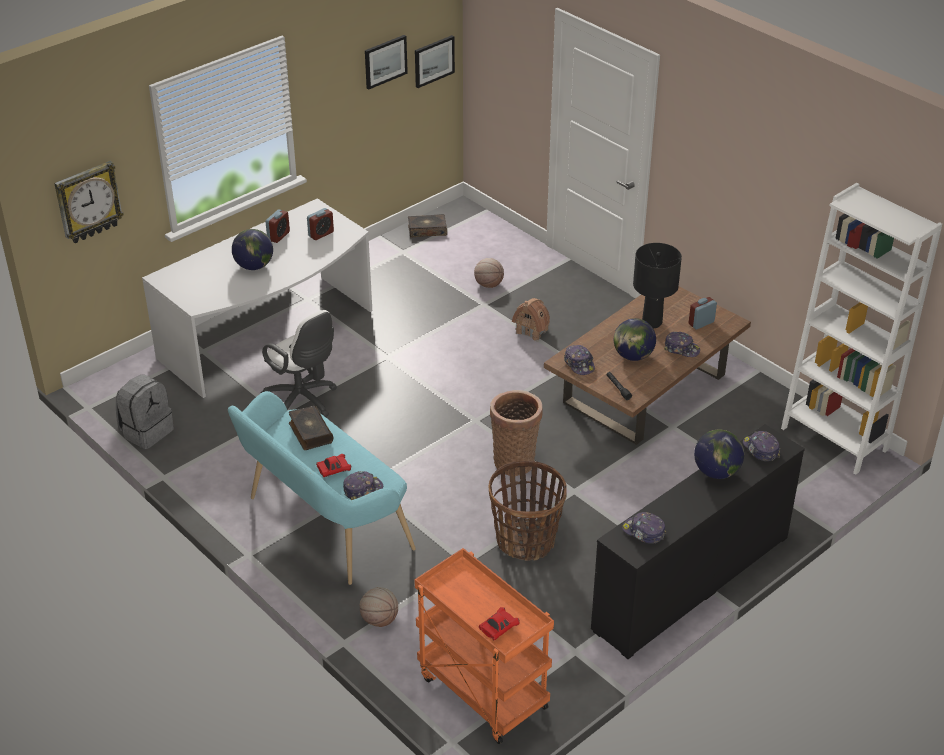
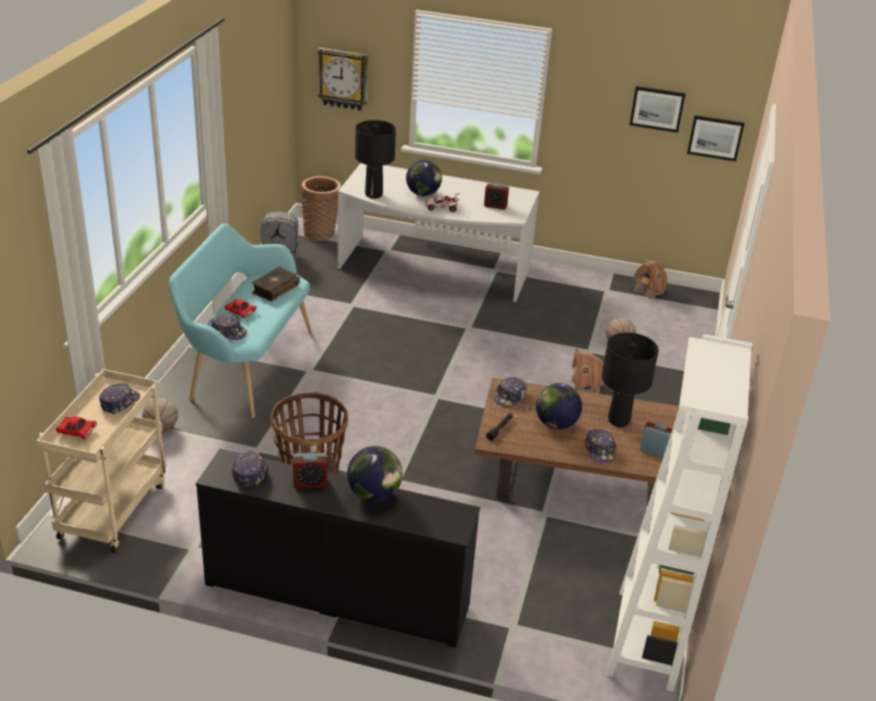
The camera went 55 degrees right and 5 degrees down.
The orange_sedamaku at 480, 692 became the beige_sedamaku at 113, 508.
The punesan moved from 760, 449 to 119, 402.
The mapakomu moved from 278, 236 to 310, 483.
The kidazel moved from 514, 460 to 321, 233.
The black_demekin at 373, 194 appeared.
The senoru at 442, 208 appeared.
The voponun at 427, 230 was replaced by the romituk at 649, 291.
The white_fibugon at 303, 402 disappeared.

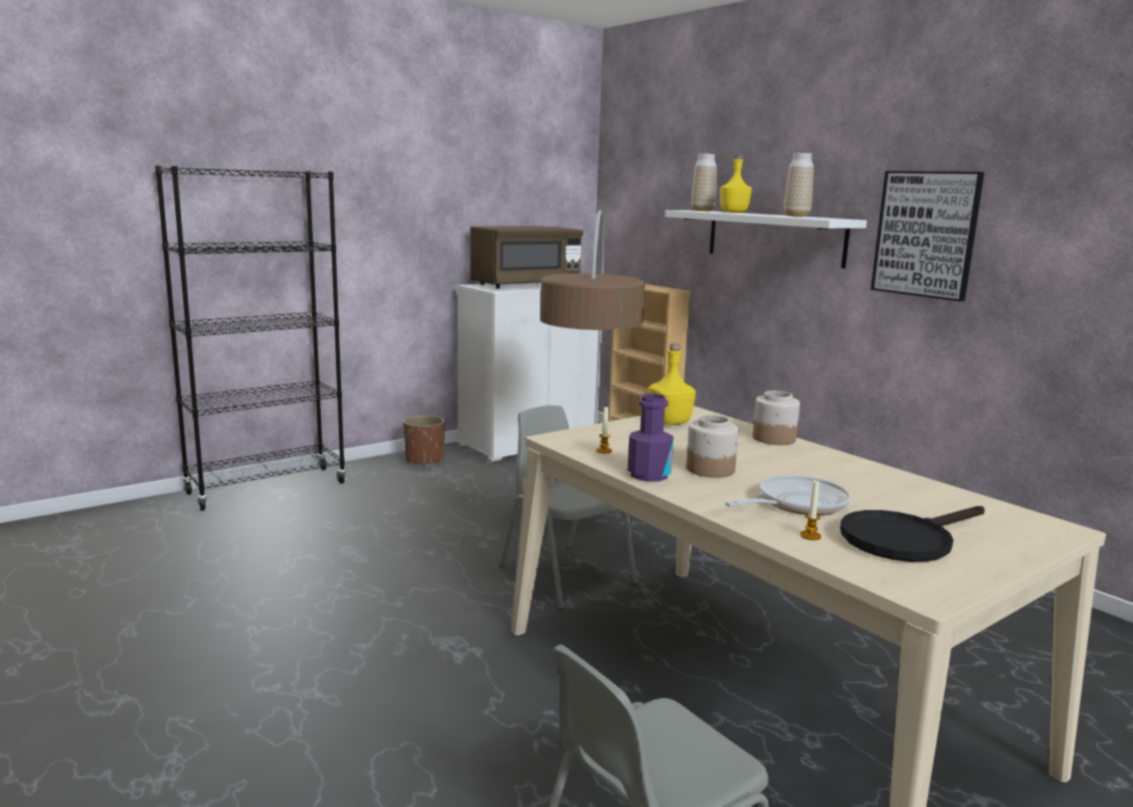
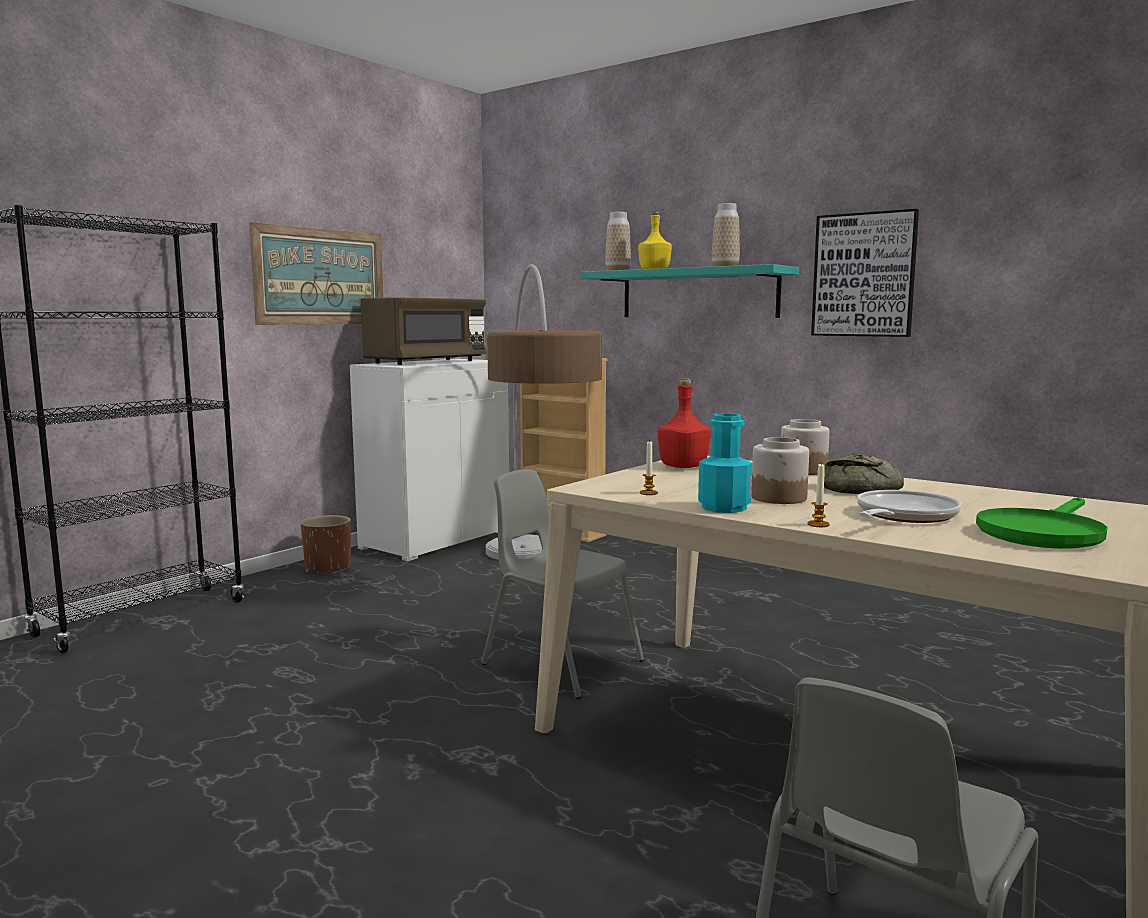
The camera went 15 degrees left and 5 degrees down.
The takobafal at 320, 277 appeared.
The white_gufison at 774, 237 became the turquoise_gufison at 698, 294.
The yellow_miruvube at 670, 422 became the red_miruvube at 684, 467.
The purple_miruvube at 649, 475 became the turquoise_miruvube at 724, 507.
The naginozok moved from 810, 536 to 818, 524.
The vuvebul at 861, 489 appeared.
The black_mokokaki at 904, 539 became the green_mokokaki at 1043, 532.

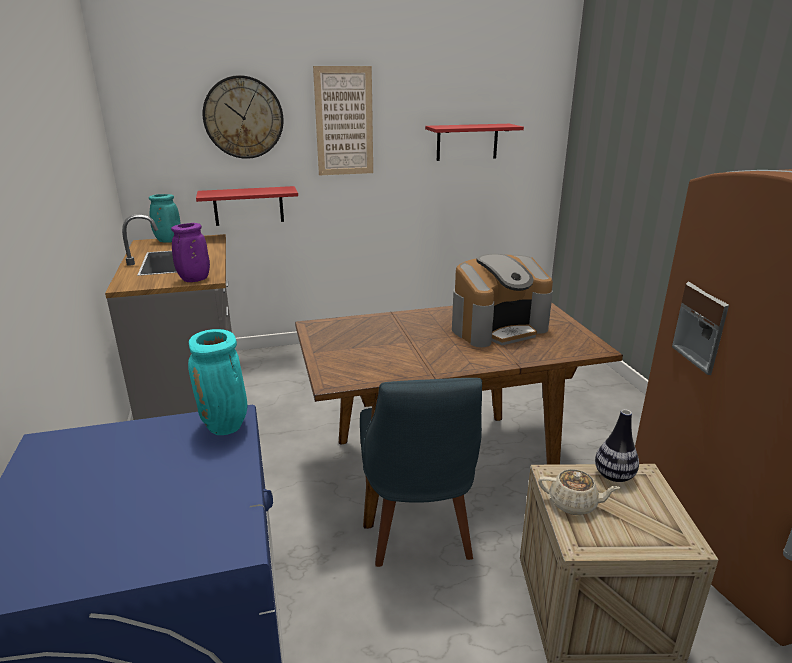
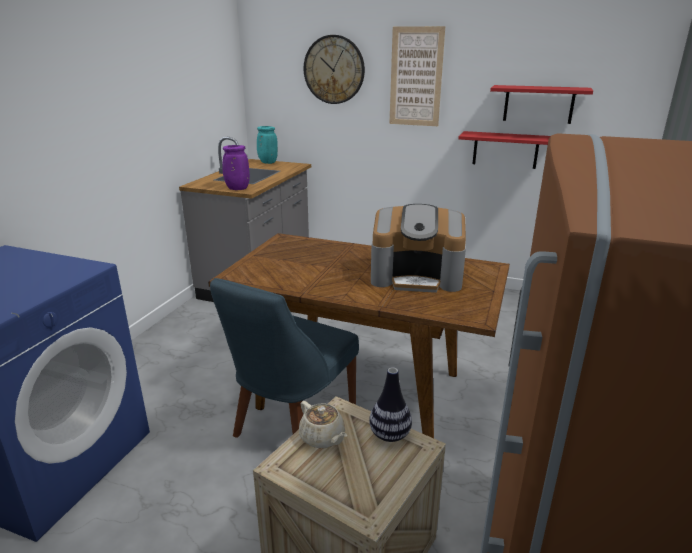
The camera went 35 degrees right and 0 degrees up.
The red_gufison moved from 248, 206 to 505, 150.
The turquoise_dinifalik at 226, 426 disappeared.

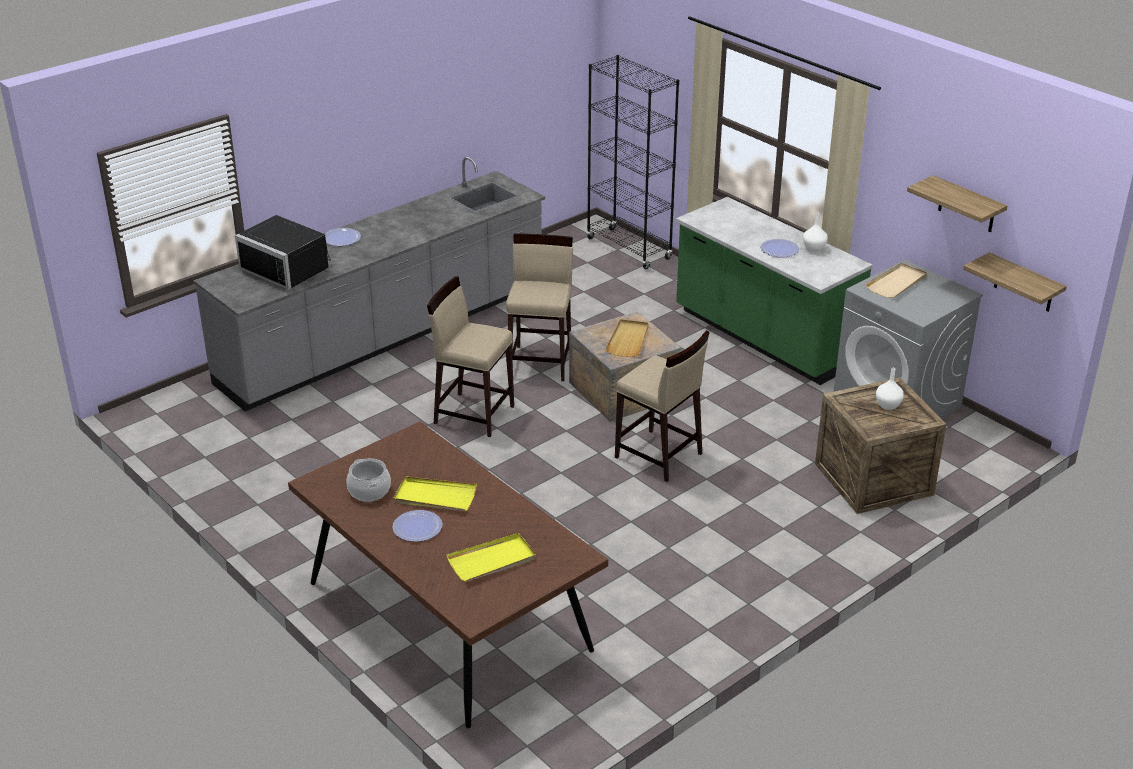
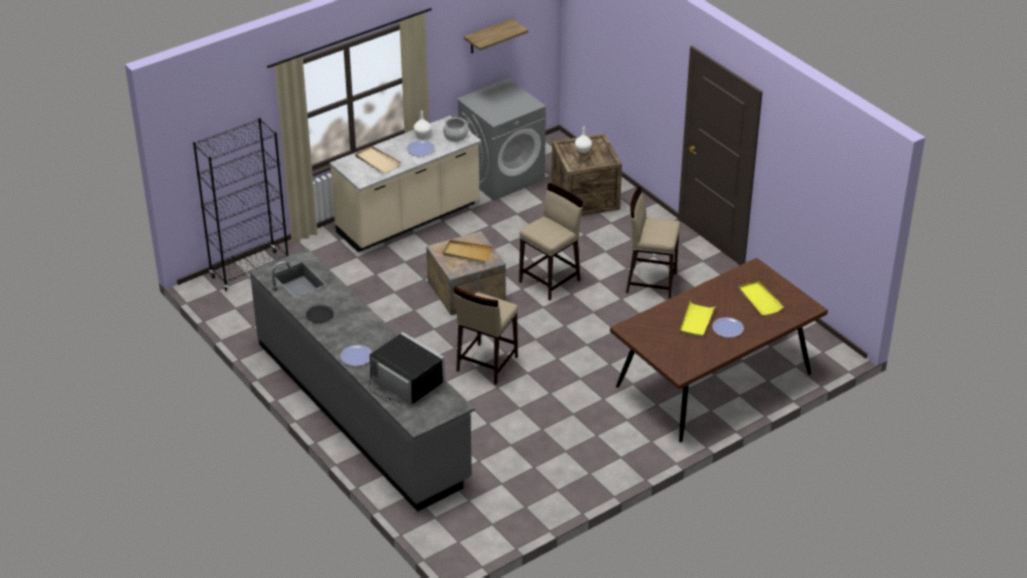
The camera went 85 degrees left and 5 degrees up.
The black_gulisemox at 319, 315 appeared.
The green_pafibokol at 763, 339 became the beige_pafibokol at 409, 220.
The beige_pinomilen moved from 896, 283 to 377, 161.
The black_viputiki at 289, 268 turned 90 degrees counterclockwise.
The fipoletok moved from 369, 491 to 455, 136.
The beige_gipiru moved from 541, 363 to 651, 282.
The gufison at 1024, 283 disappeared.

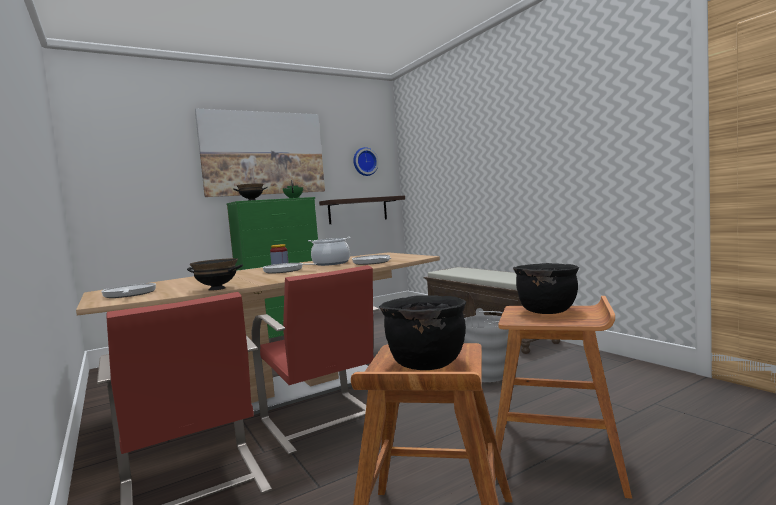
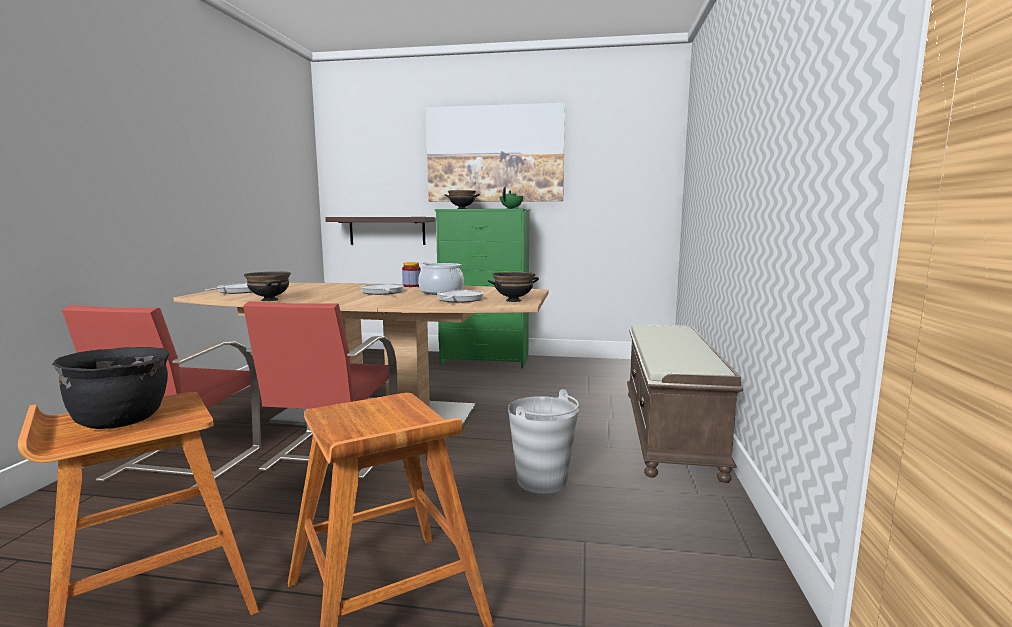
The camera went 40 degrees right and 5 degrees up.
The gufison moved from 358, 210 to 387, 230.
The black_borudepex at 513, 300 appeared.
The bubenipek at 364, 162 disappeared.
The black_fipoletok at 547, 311 disappeared.

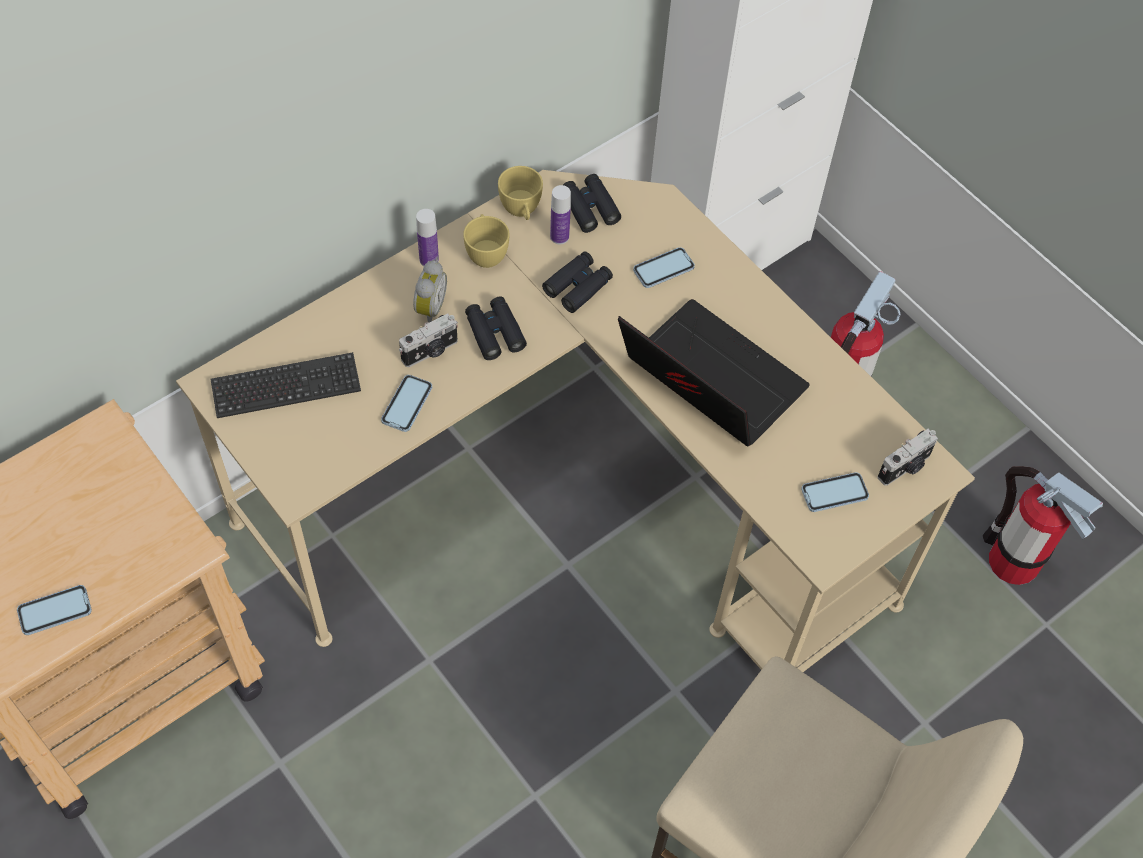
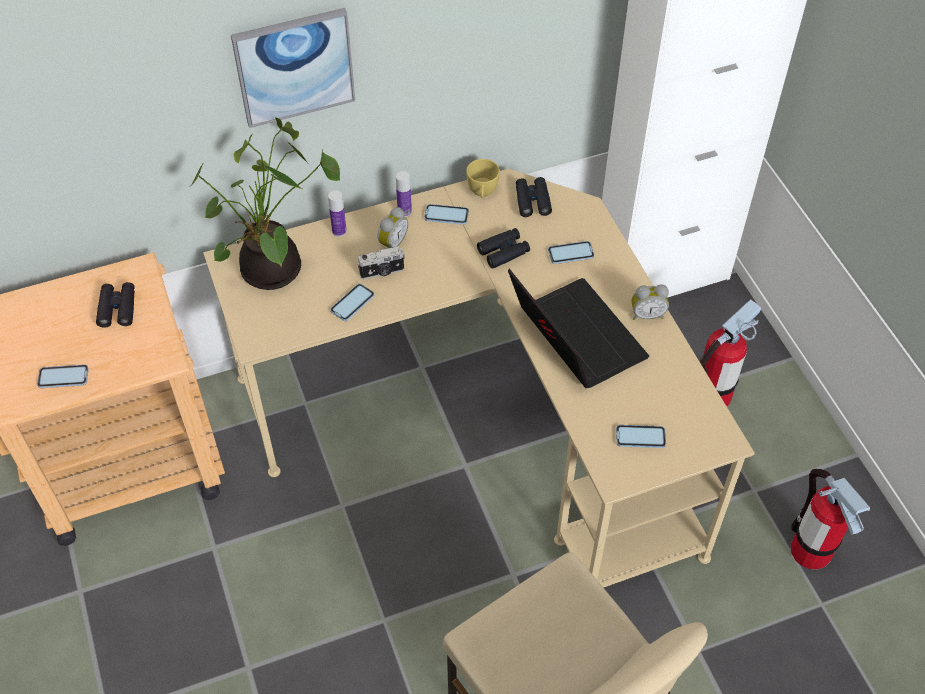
The camera went 20 degrees right and 5 degrees down.
The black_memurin moved from 495, 332 to 117, 308.
The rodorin at 286, 387 was replaced by the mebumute at 274, 273.
The takobafal at 294, 66 appeared.
The miruvube moved from 559, 237 to 339, 231.
The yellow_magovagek at 486, 253 was replaced by the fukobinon at 446, 215.
The mapakomu at 647, 314 appeared.
The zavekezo at 905, 467 disappeared.

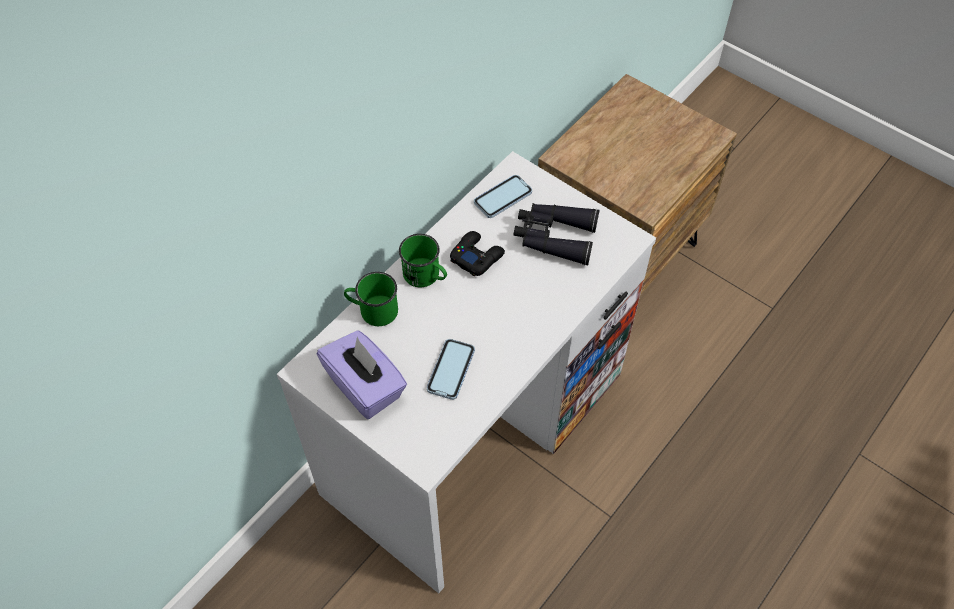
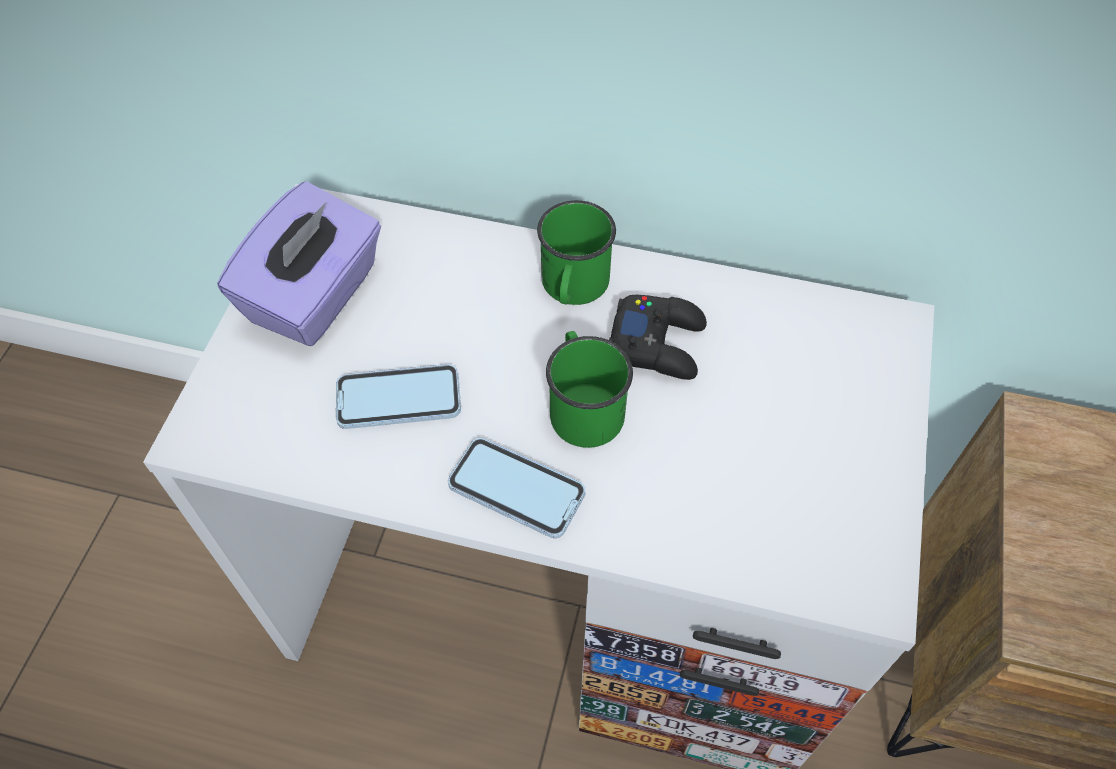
The camera went 65 degrees right and 0 degrees up.
The fukobinon moved from 503, 198 to 516, 489.
The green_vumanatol moved from 373, 310 to 583, 405.
The black_memurin at 554, 237 disappeared.

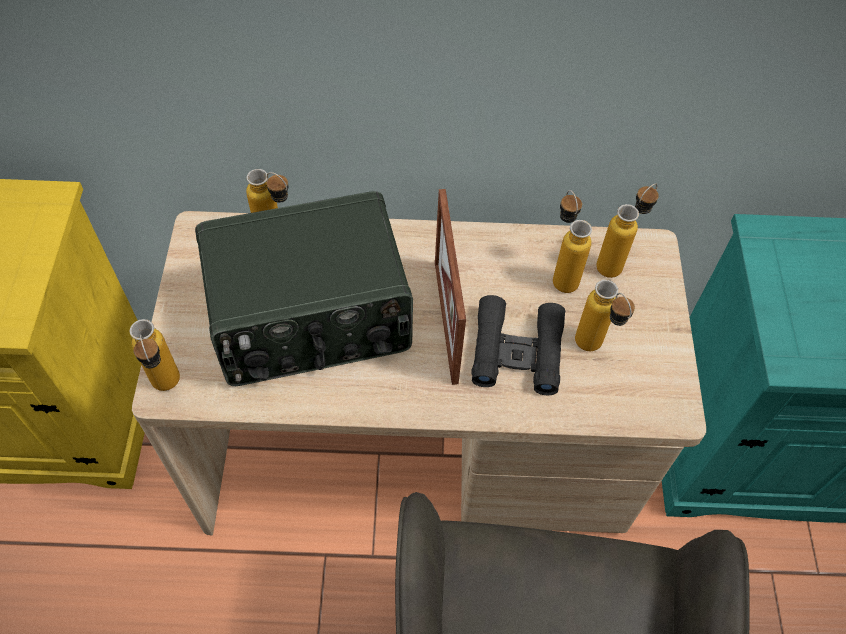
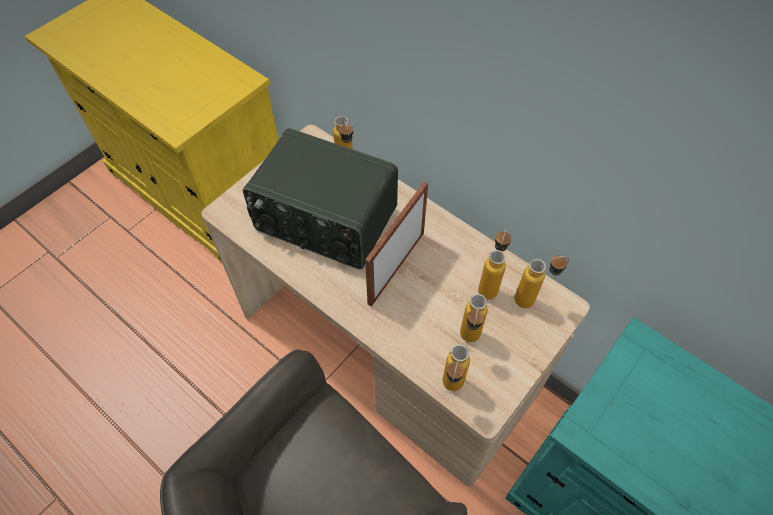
The camera went 40 degrees right and 0 degrees up.
The miruvube moved from 168, 389 to 450, 390.
The black_memurin at 517, 351 disappeared.

